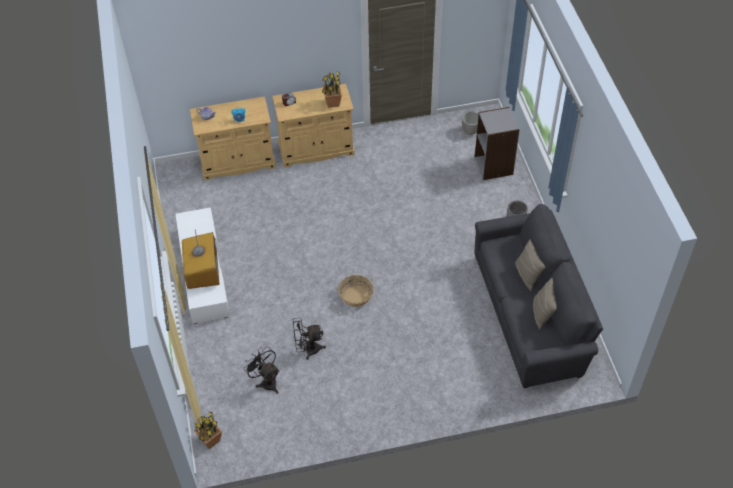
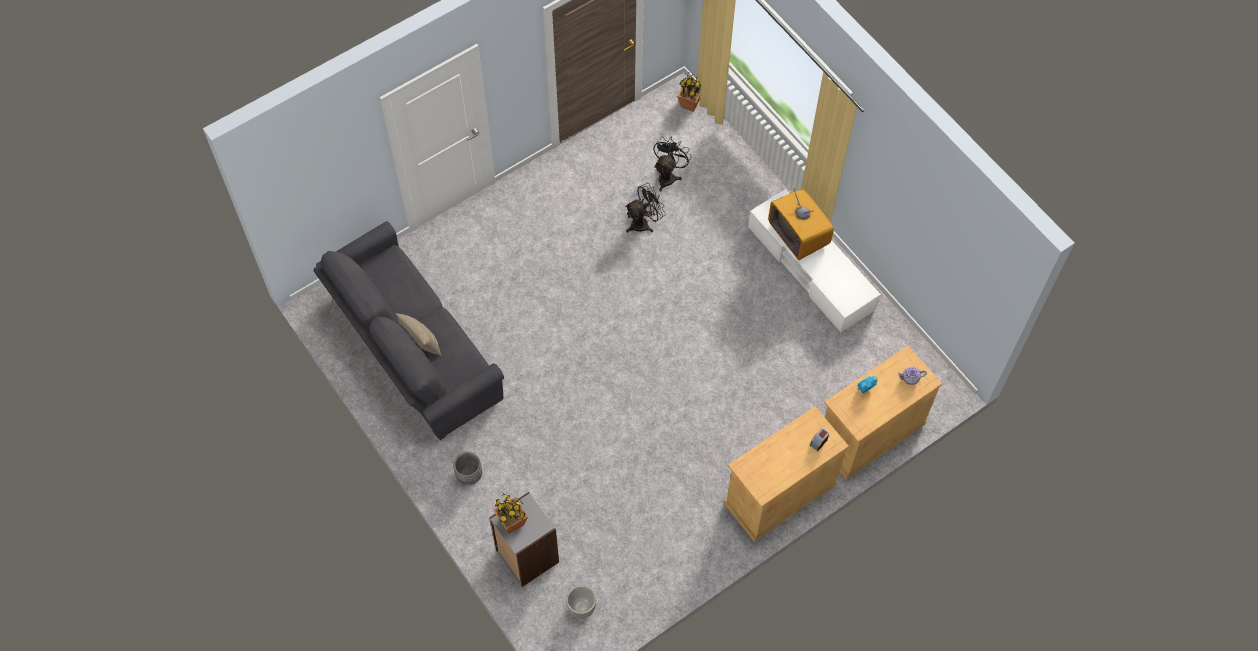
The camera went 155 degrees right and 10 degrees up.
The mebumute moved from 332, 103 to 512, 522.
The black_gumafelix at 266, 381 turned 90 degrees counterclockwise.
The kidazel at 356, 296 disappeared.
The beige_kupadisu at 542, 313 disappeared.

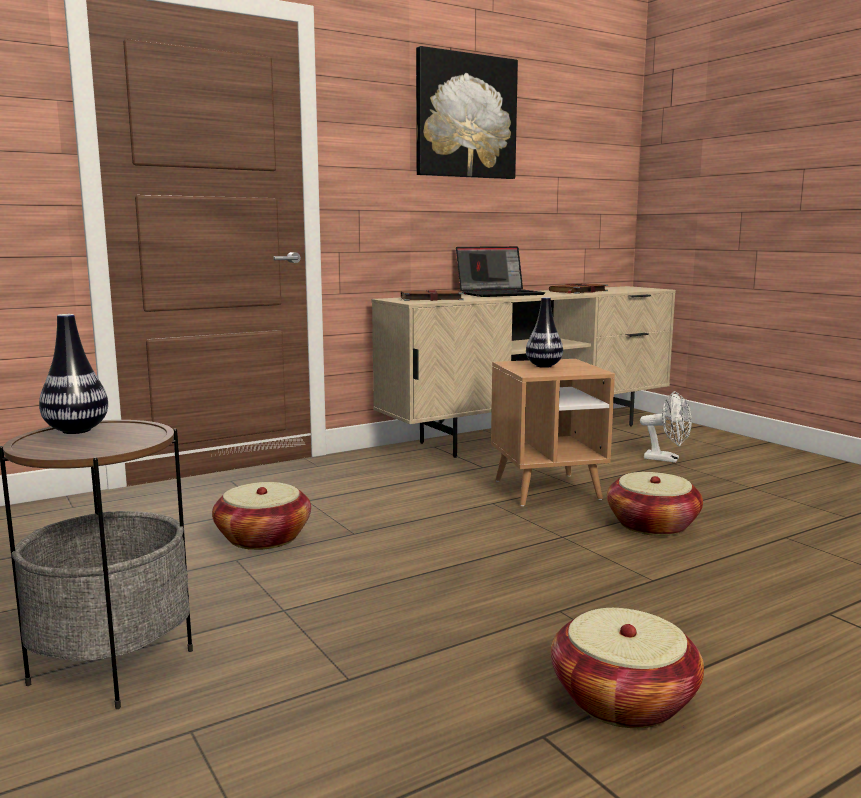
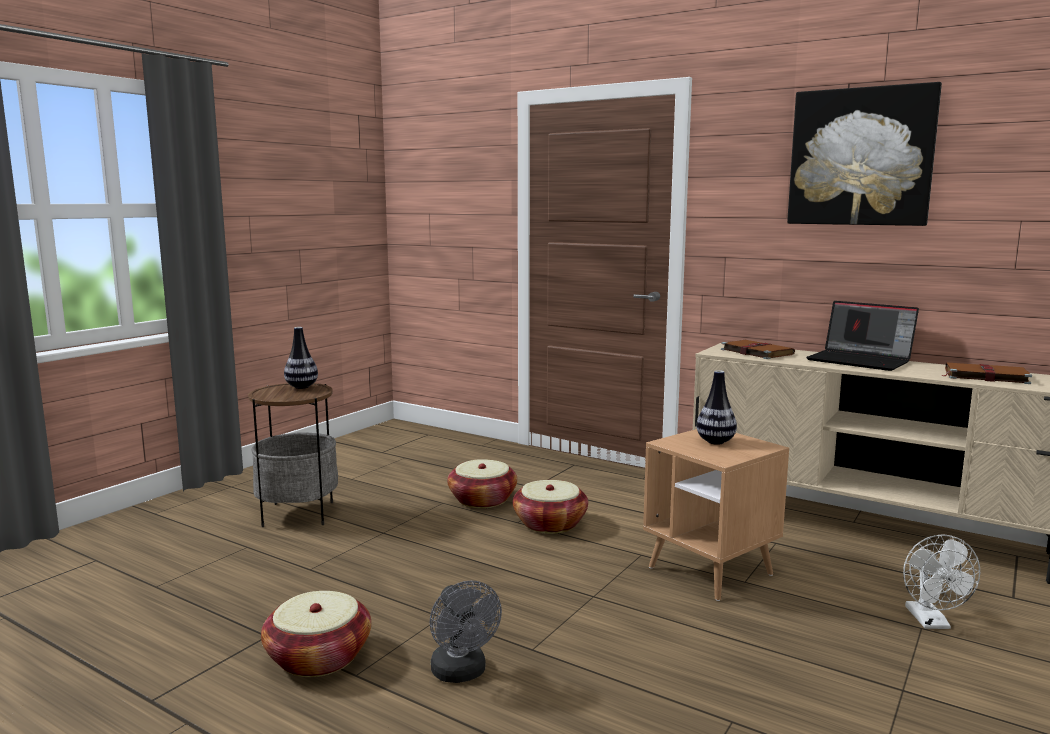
The camera went 65 degrees right and 0 degrees up.
The grey_gumafelix at 462, 673 appeared.
The kidazel moved from 652, 525 to 550, 524.

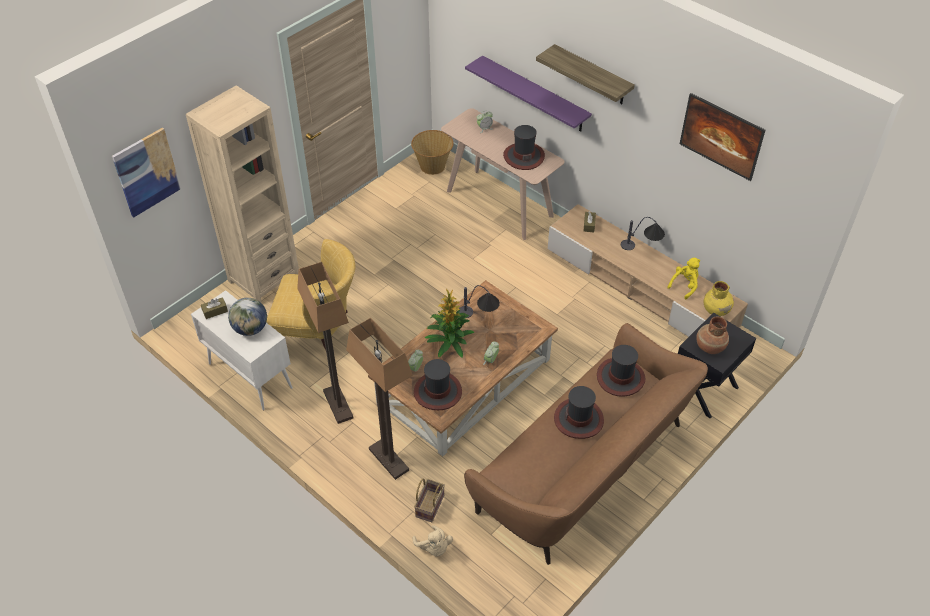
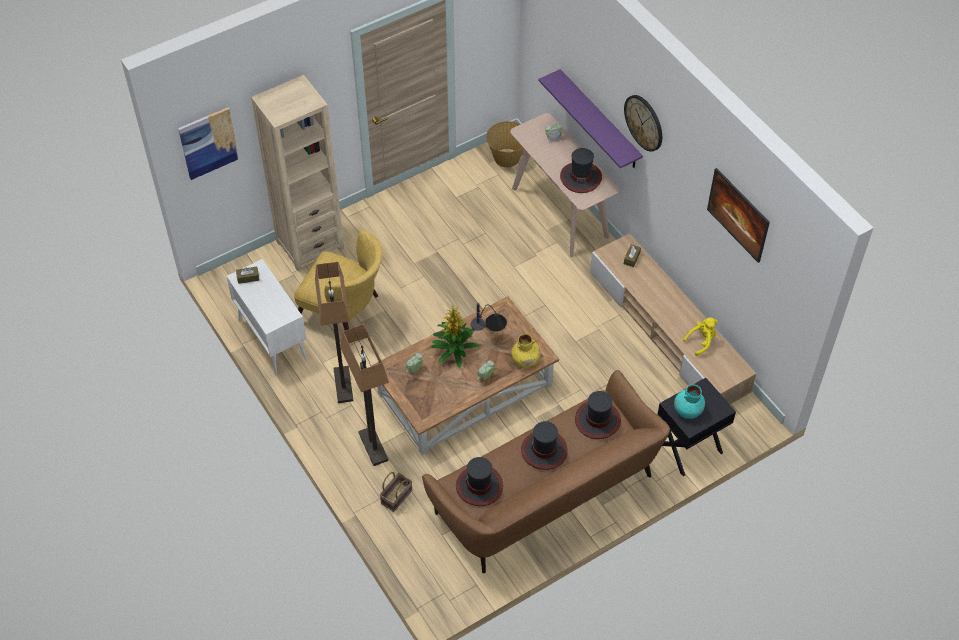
The camera went 15 degrees right and 5 degrees up.
The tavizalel moved from 438, 391 to 479, 486.
The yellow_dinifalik moved from 716, 310 to 526, 360.
The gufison at 592, 75 was replaced by the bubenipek at 644, 122.
The brown_dinifalik at 709, 347 became the turquoise_dinifalik at 687, 410.
The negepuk at 251, 329 disappeared.
The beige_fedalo at 434, 548 disappeared.
The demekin at 642, 249 disappeared.

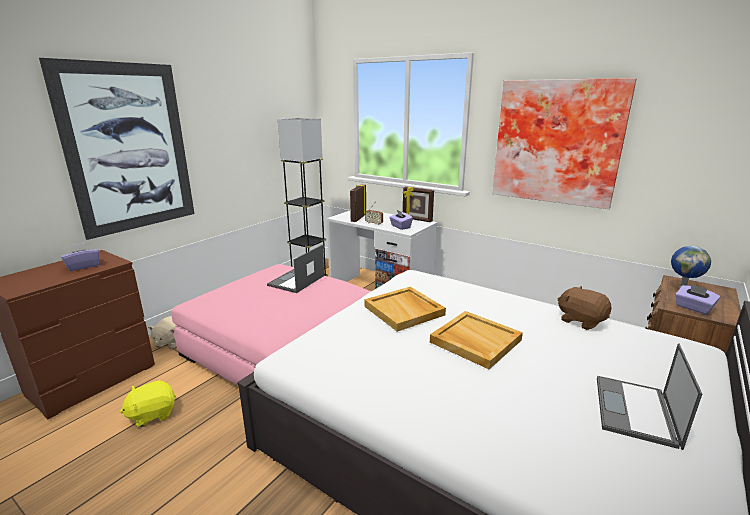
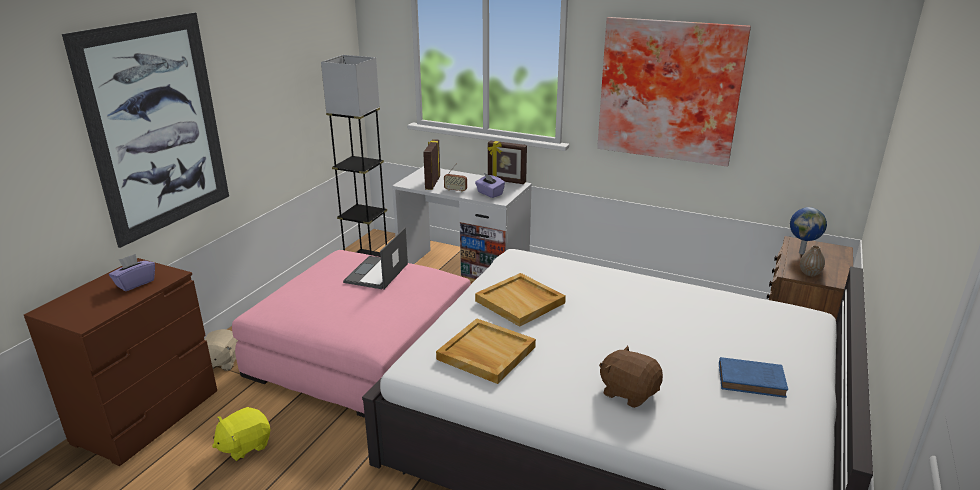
The camera went 10 degrees left and 5 degrees up.
The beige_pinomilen moved from 474, 341 to 485, 353.
The brown_fedalo moved from 581, 321 to 629, 392.
The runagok at 636, 411 was replaced by the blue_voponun at 753, 381.
The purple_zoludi at 693, 308 was replaced by the dinifalik at 809, 273.

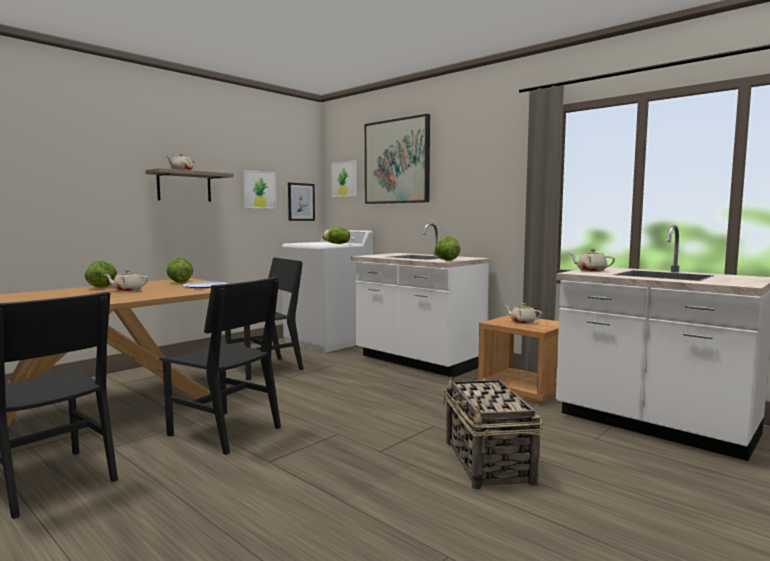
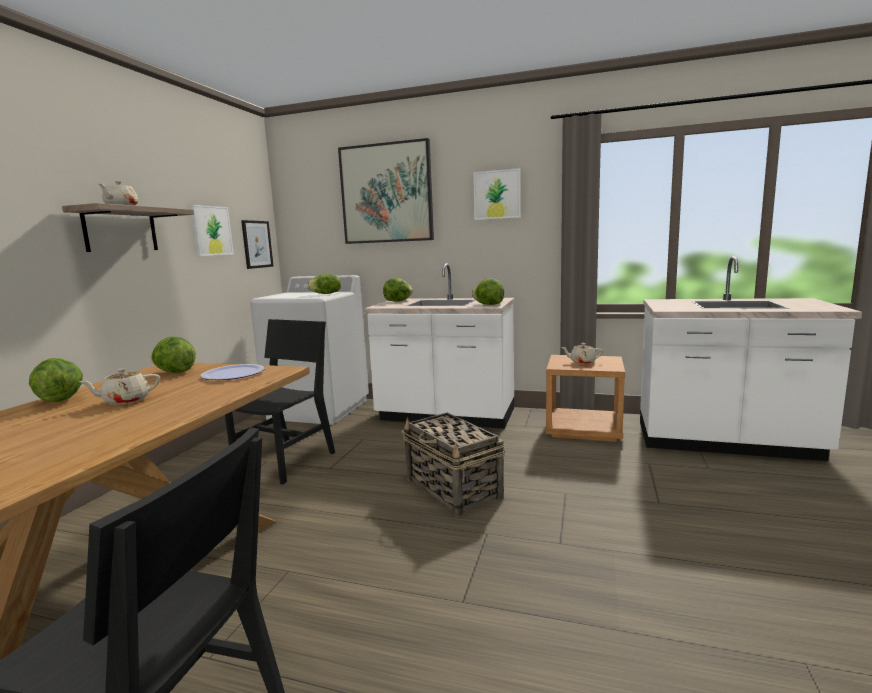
The camera went 25 degrees left and 5 degrees up.
The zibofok at 398, 301 appeared.
The kidazel moved from 488, 463 to 453, 489.
The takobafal moved from 344, 179 to 497, 194.
The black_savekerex at 224, 431 disappeared.
The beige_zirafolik at 591, 271 disappeared.

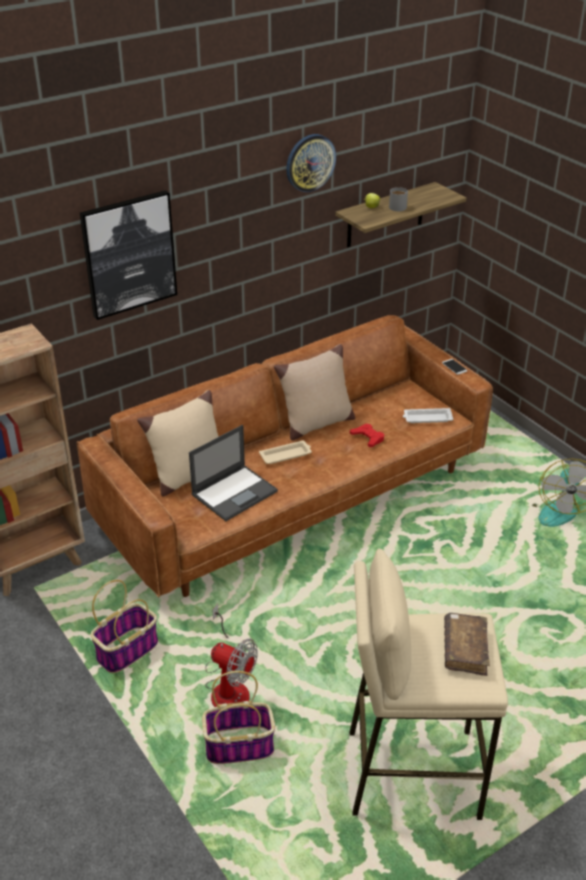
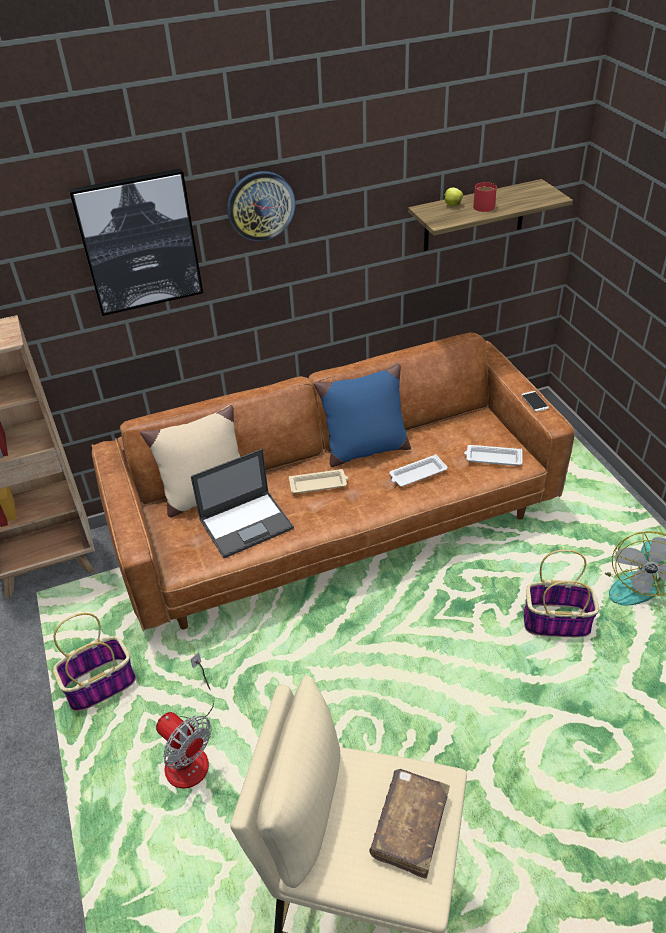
The camera went 15 degrees right and 5 degrees up.
The bubenipek moved from 310, 162 to 260, 205.
The beige_kupadisu at 316, 424 became the blue_kupadisu at 364, 450.
The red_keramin at 368, 438 was replaced by the white_pinomilen at 417, 474.
The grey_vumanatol at 397, 206 became the red_vumanatol at 483, 205.
The kidazel moved from 240, 746 to 557, 622.

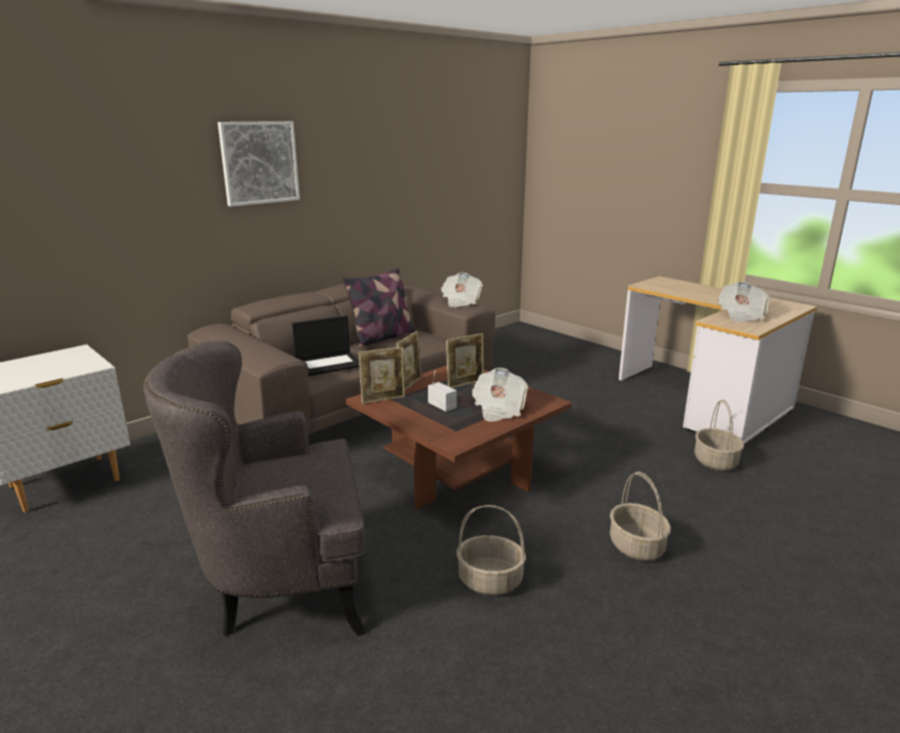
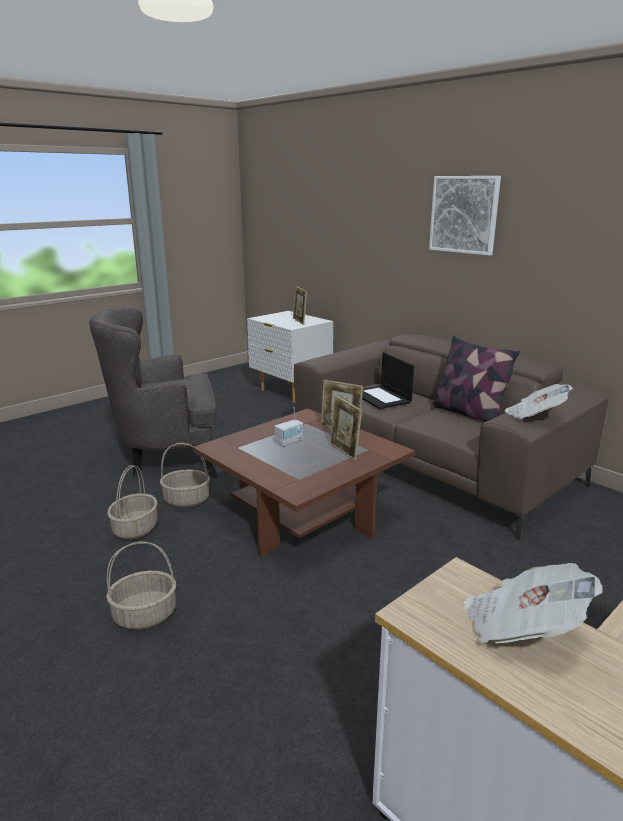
The camera went 90 degrees right and 0 degrees up.
The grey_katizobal at 281, 585 turned 90 degrees counterclockwise.
The kidazel moved from 716, 462 to 186, 500.
The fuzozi moved from 383, 399 to 299, 321.
The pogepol at 498, 409 disappeared.

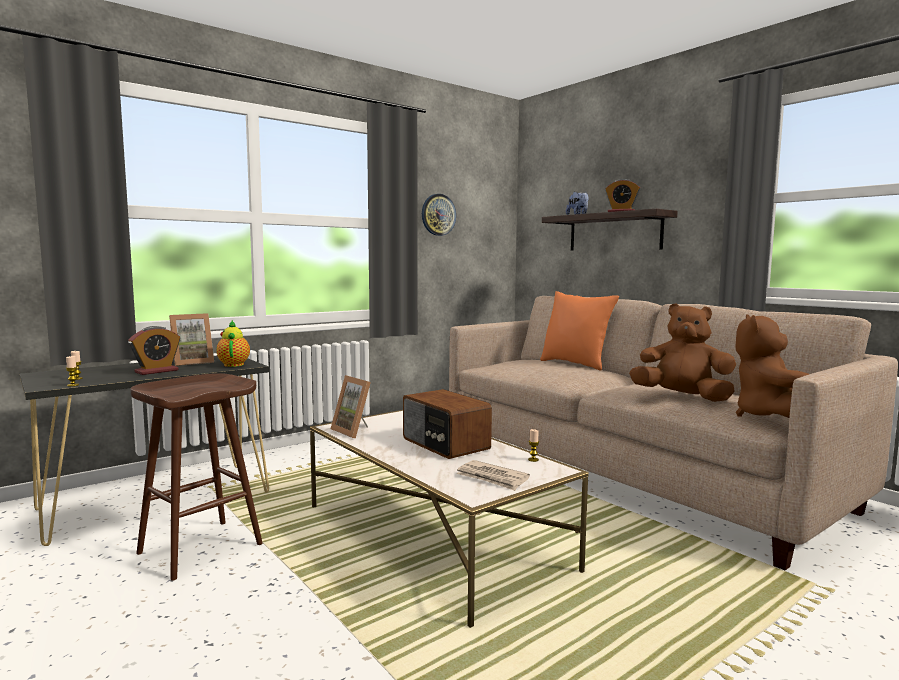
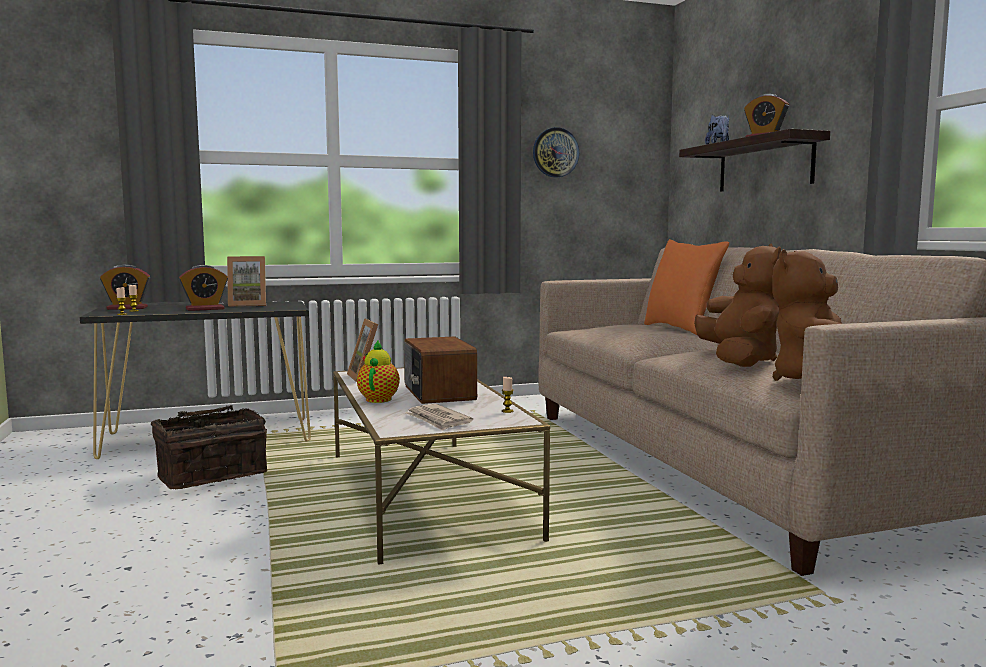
The camera went 20 degrees right and 0 degrees up.
The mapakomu at 127, 308 appeared.
The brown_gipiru at 201, 547 was replaced by the kidazel at 211, 475.
The zirafolik moved from 234, 364 to 379, 399.
The brown_fedalo at 682, 397 turned 45 degrees clockwise.

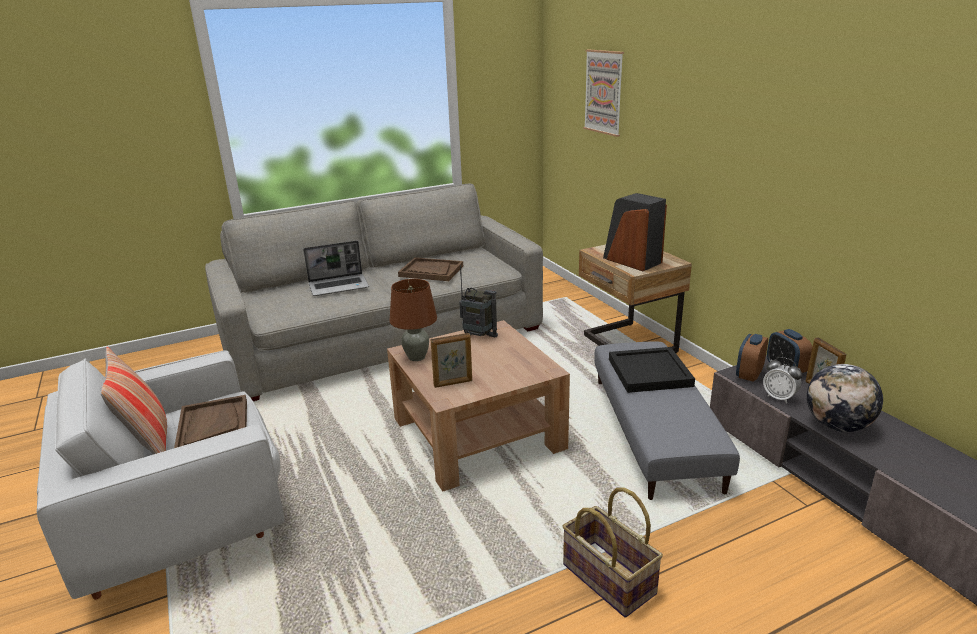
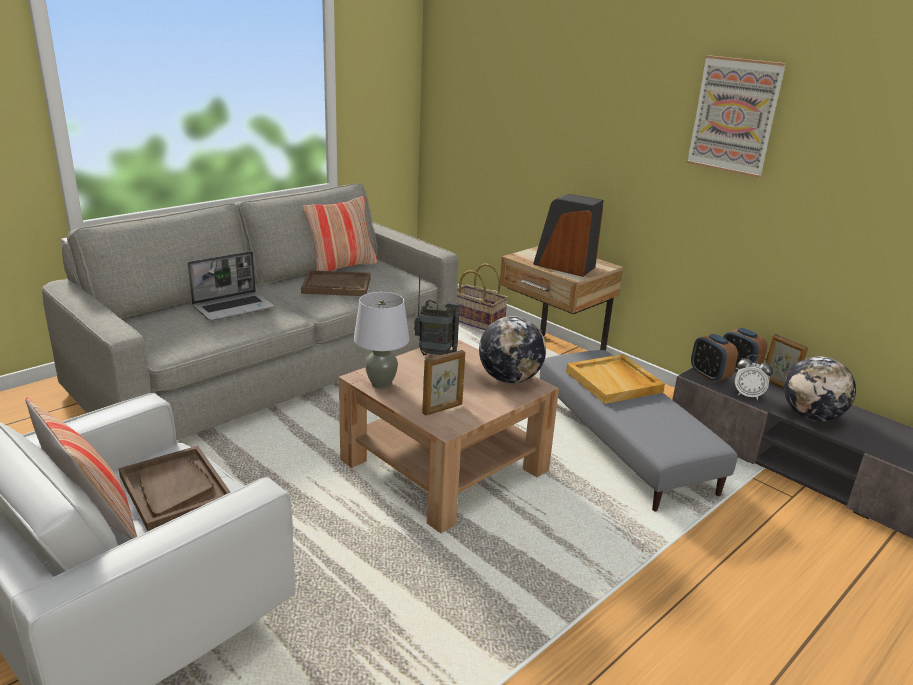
The camera went 20 degrees left and 0 degrees up.
The kupadisu at 342, 266 appeared.
The brown_demekin at 416, 357 became the grey_demekin at 381, 383.
The kidazel moved from 607, 579 to 476, 322.
The negepuk at 509, 379 appeared.
The black_pinomilen at 650, 373 became the beige_pinomilen at 614, 382.
The takobafal moved from 604, 92 to 734, 115.
The mapakomu at 749, 374 turned 45 degrees counterclockwise.

